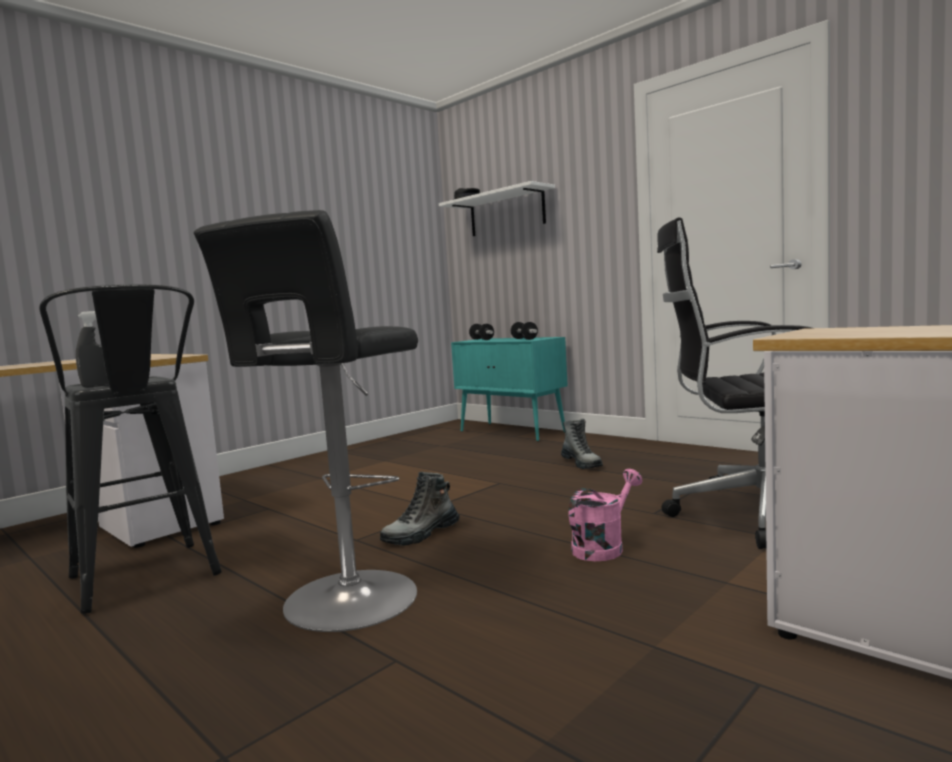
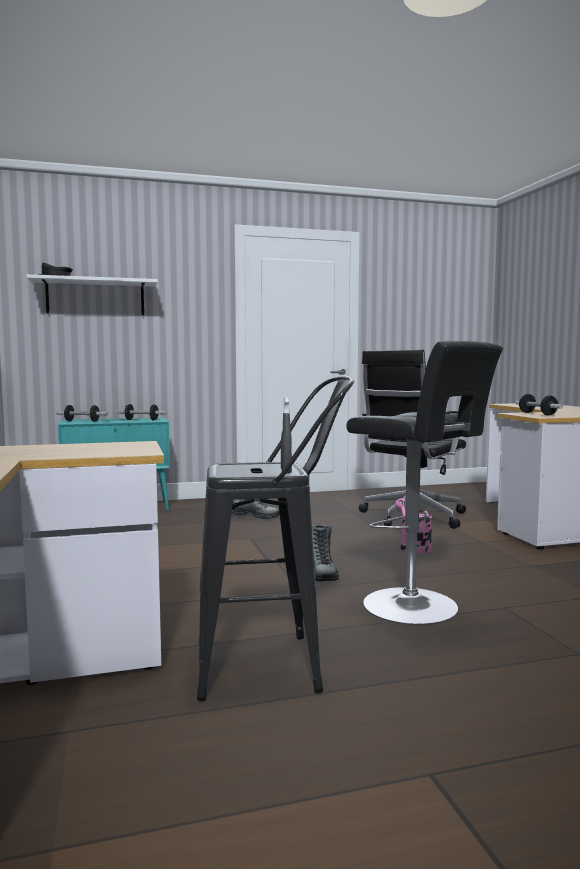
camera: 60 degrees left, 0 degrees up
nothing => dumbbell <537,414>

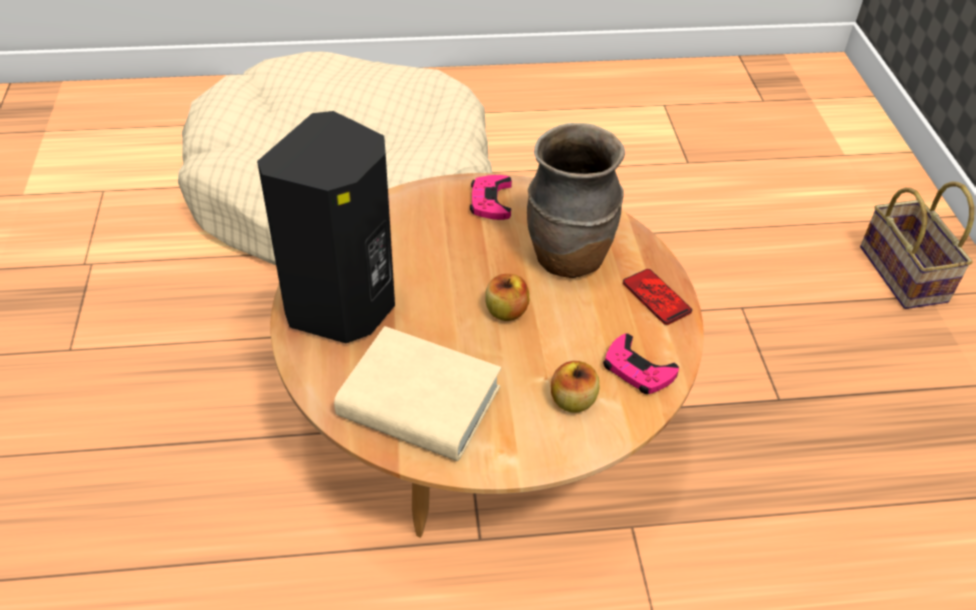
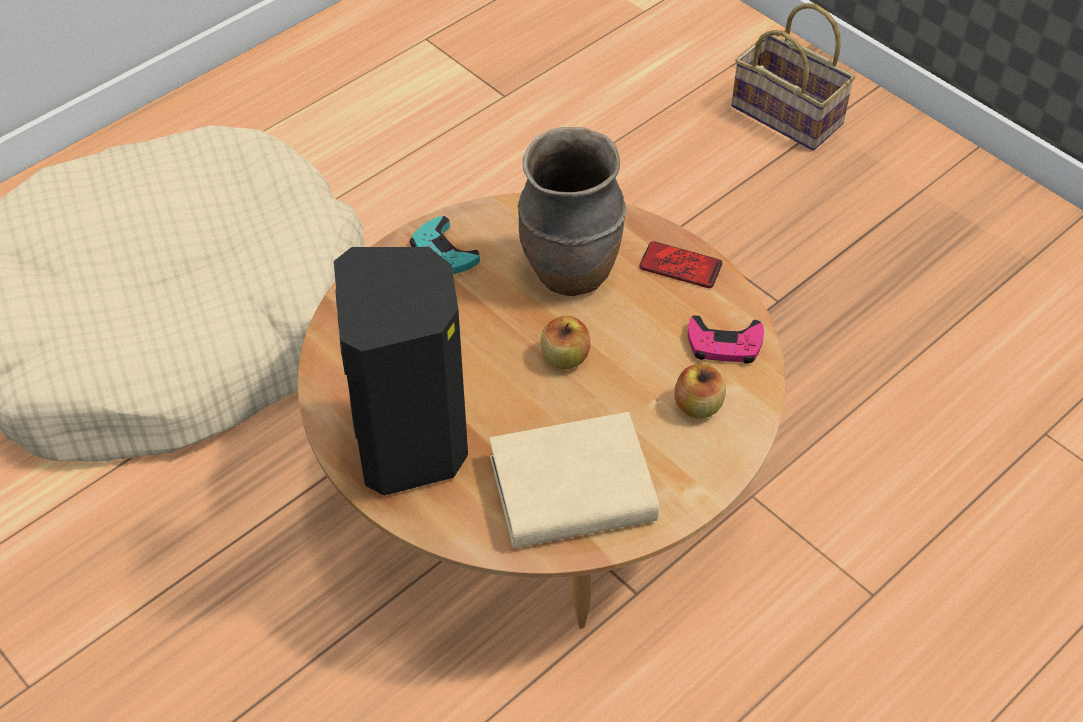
camera: 35 degrees left, 5 degrees up
game controller/pink <490,201> => game controller/turquoise <443,252>

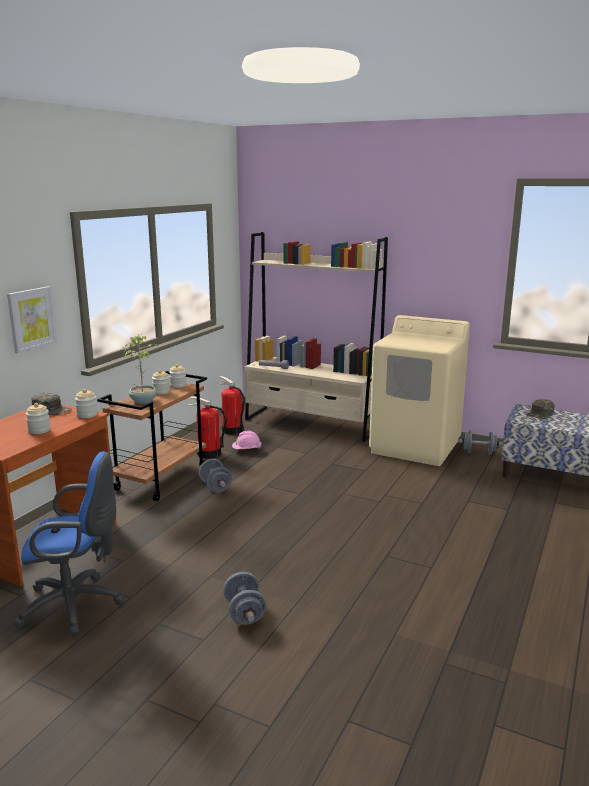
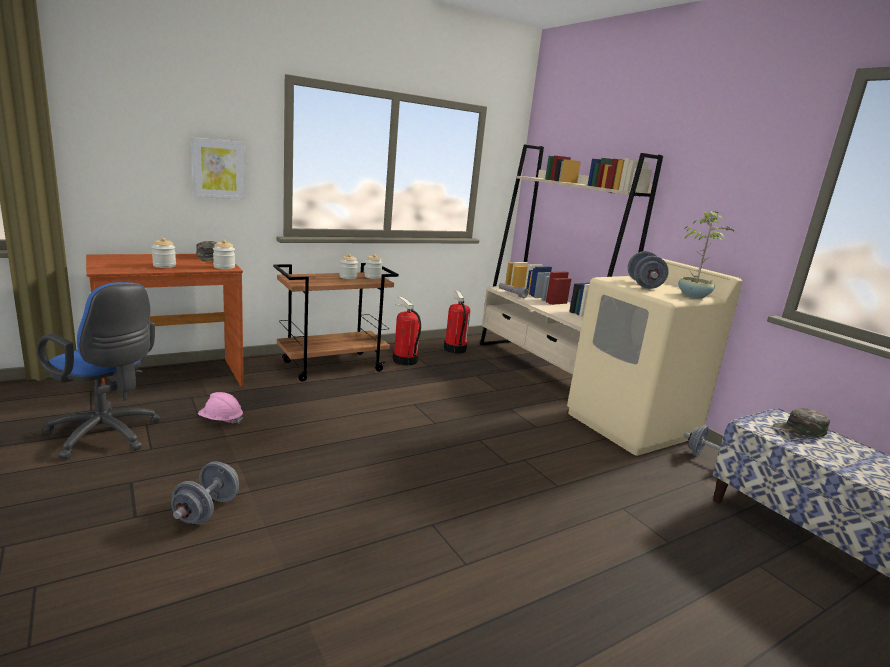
camera: 30 degrees right, 0 degrees up
potted plant <143,400> => potted plant <693,295>, moved
dumbbell/grey <215,487> => dumbbell/grey <644,285>, moved
hard hat/pink <246,450> => hard hat/pink <221,420>, moved

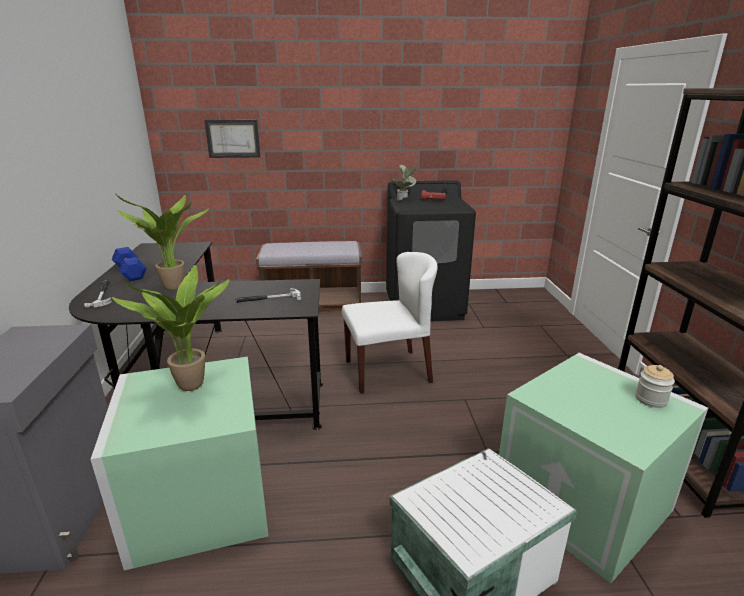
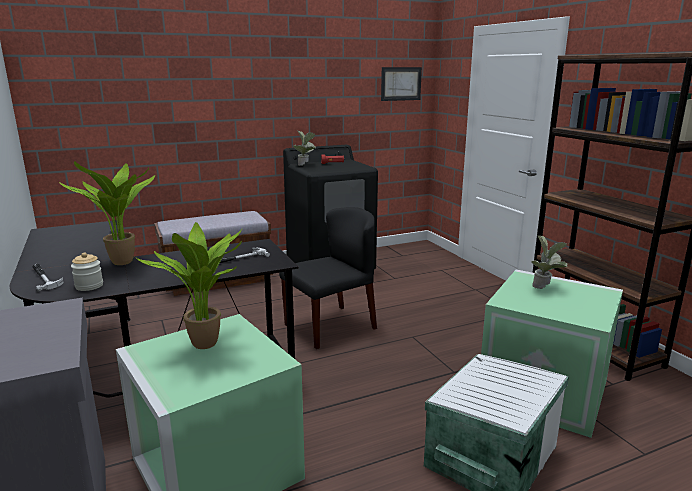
camera: 20 degrees left, 5 degrees down
dumbbell/blue <130,272> => nothing
picture <233,138> => picture <401,83>, moved
chair/white <388,371> => chair/black <331,326>
jar <651,399> => jar <89,286>, moved
nothing => potted plant <545,287>

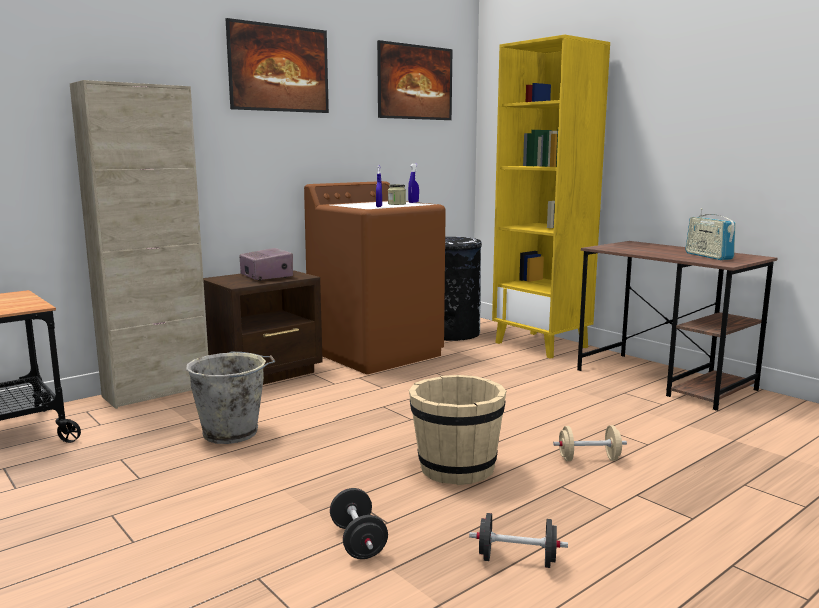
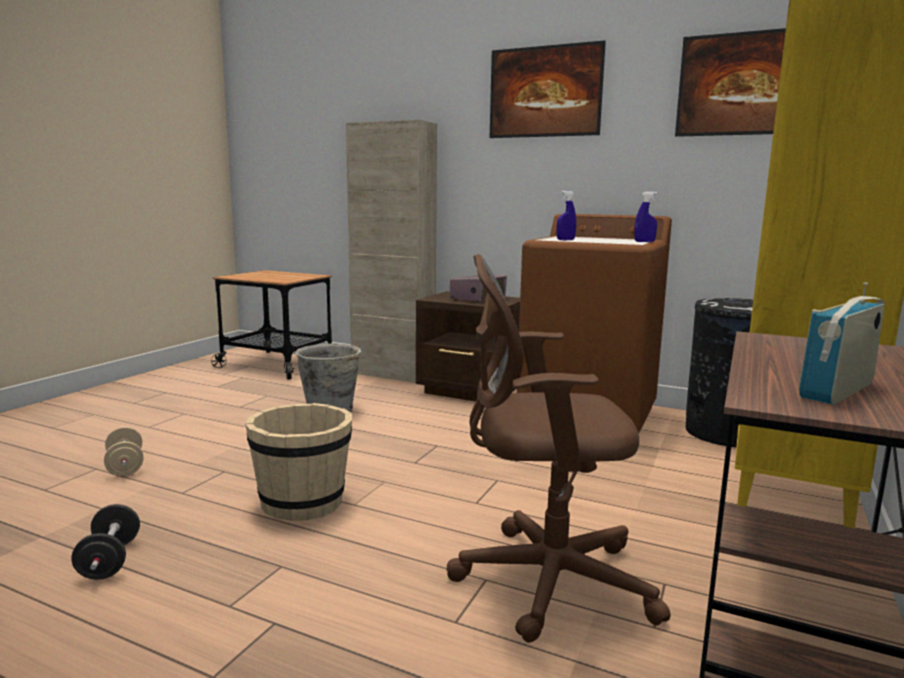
camera: 65 degrees right, 0 degrees up
dumbbell/black <358,542> => nothing
jar <396,204> => nothing
dumbbell/beige <589,459> => dumbbell/beige <125,466>, moved
nothing => office chair/brown <543,580>

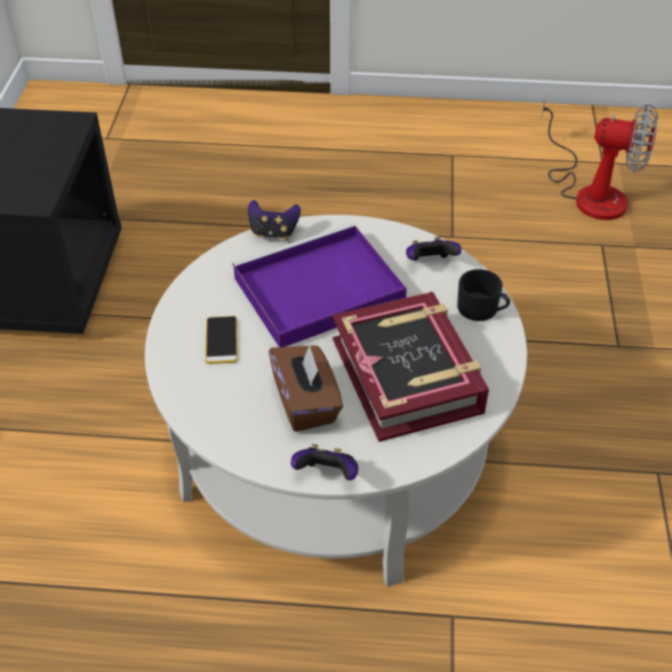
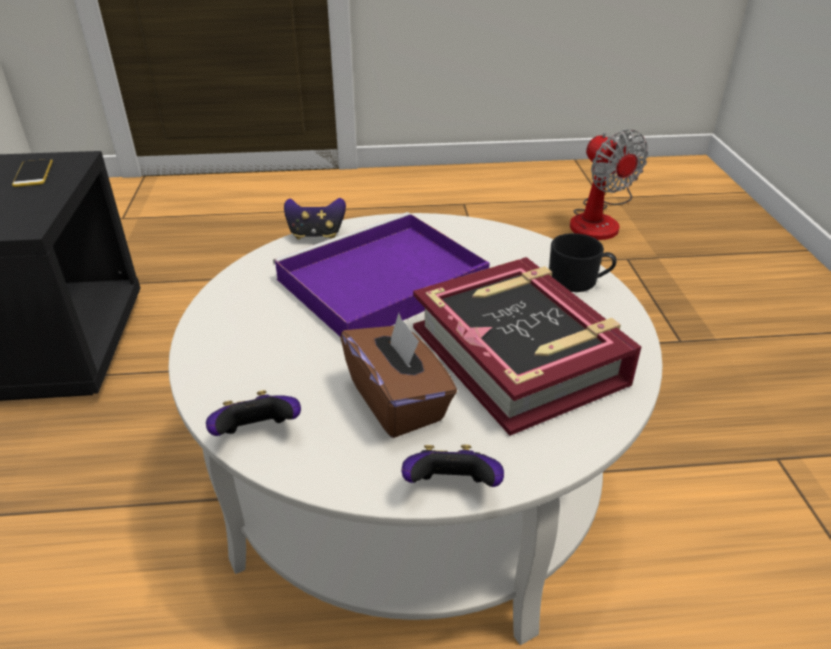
camera: 10 degrees left, 10 degrees down
phone <221,340> => phone <33,173>, moved
game controller <430,263> => game controller <257,434>, moved
fan <590,192> => fan <599,220>, 60 degrees clockwise

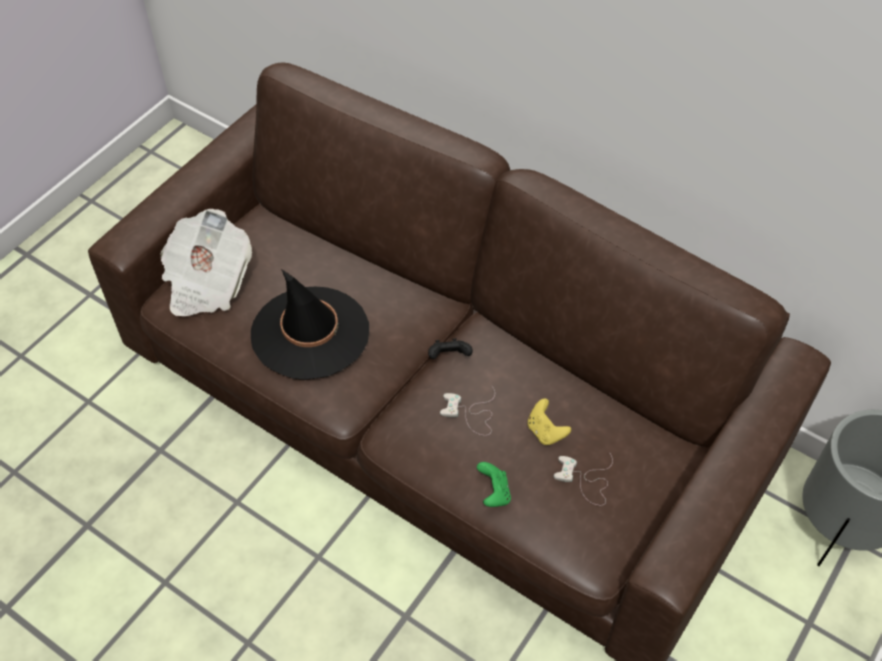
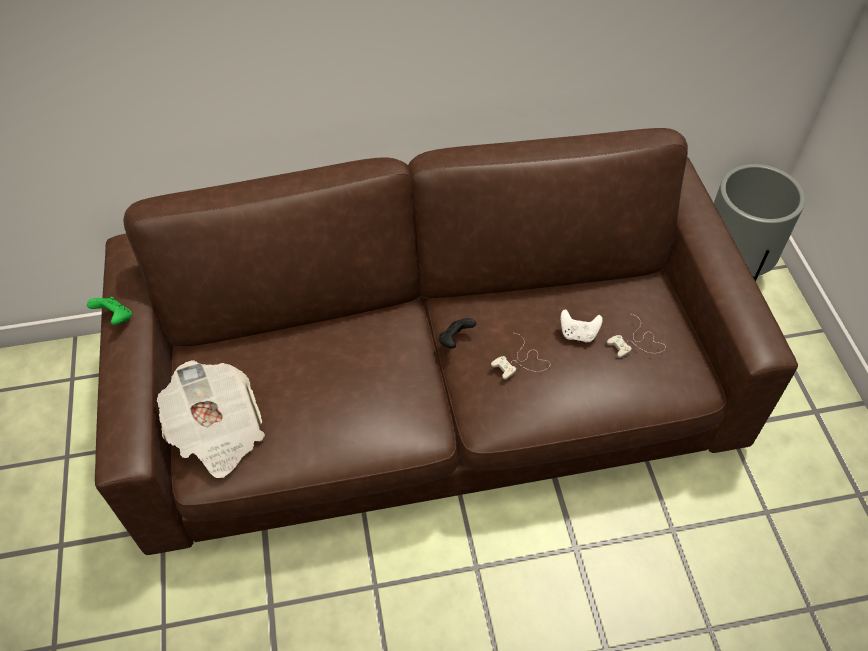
camera: 45 degrees left, 0 degrees up
hat/black <310,333> => nothing
game controller/green <494,493> => game controller/green <115,318>, moved
game controller/yellow <545,431> => game controller/white <578,334>

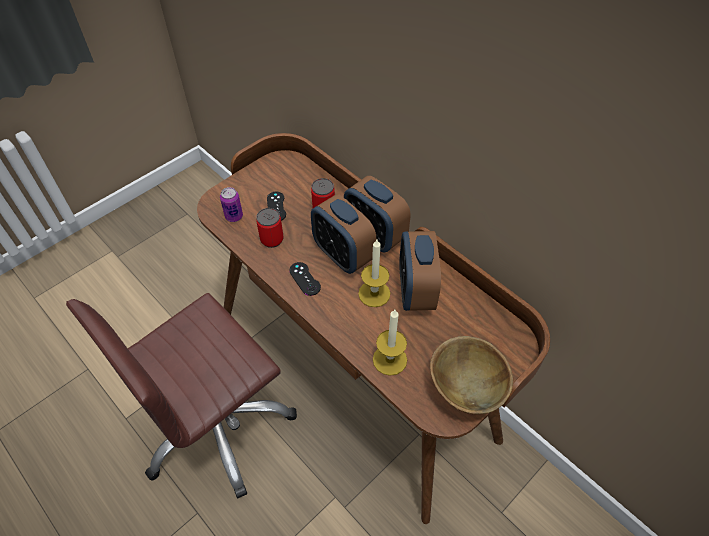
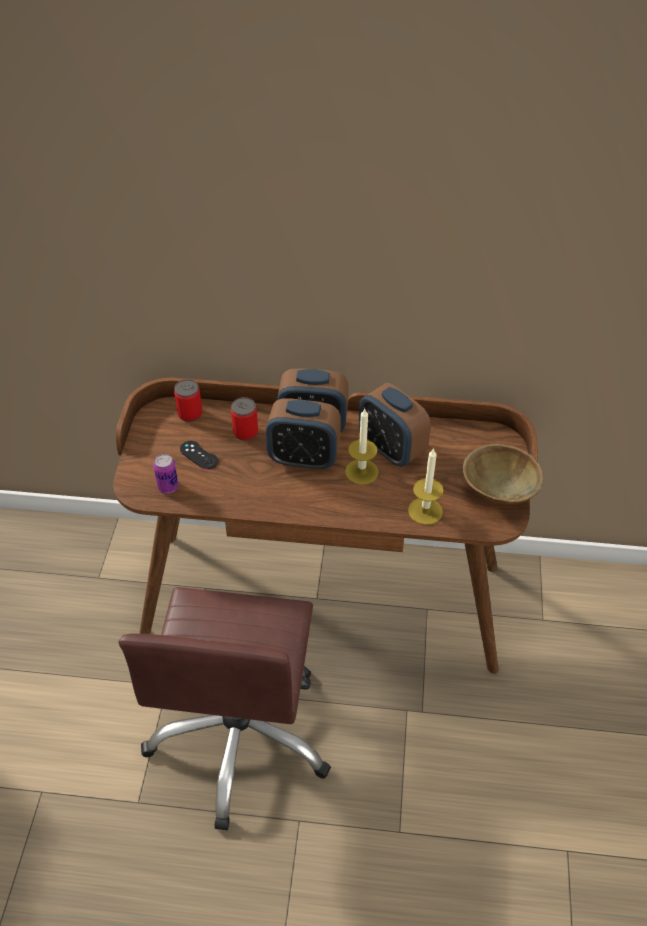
camera: 40 degrees left, 5 degrees down
can <272,239> => can <190,414>, moved
game controller/black <305,279> => nothing

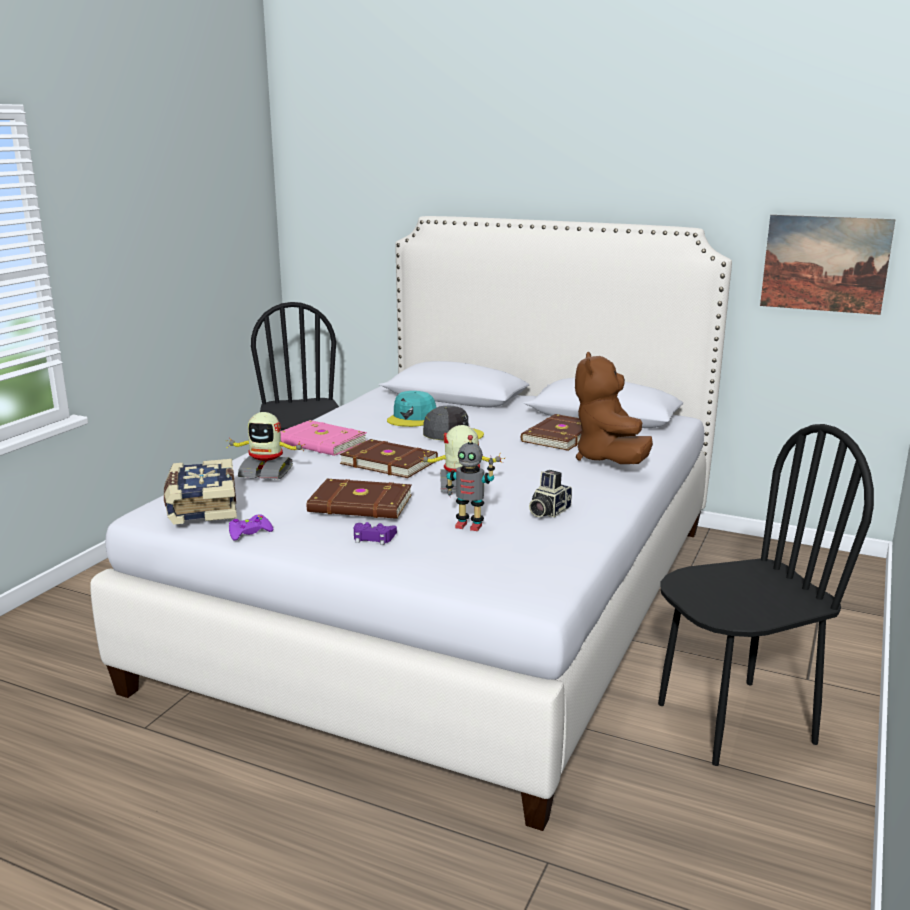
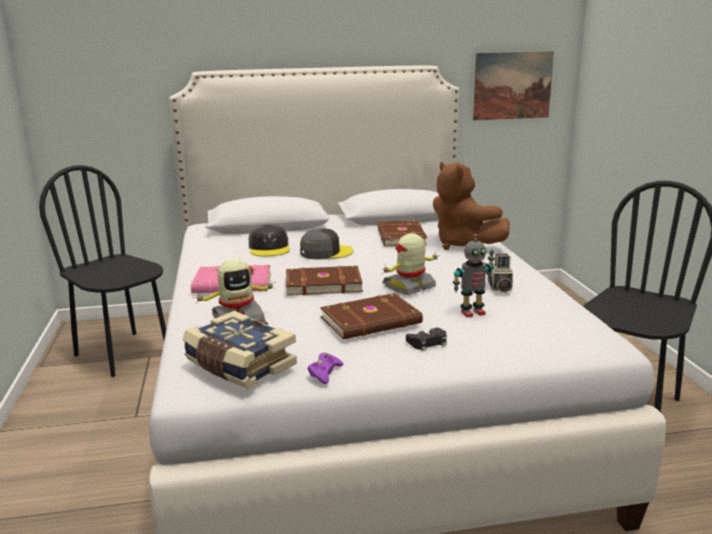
camera: 35 degrees left, 0 degrees up
game controller/purple <373,537> => game controller/black <428,343>
cap/turquoise <412,418> => cap/grey <269,248>

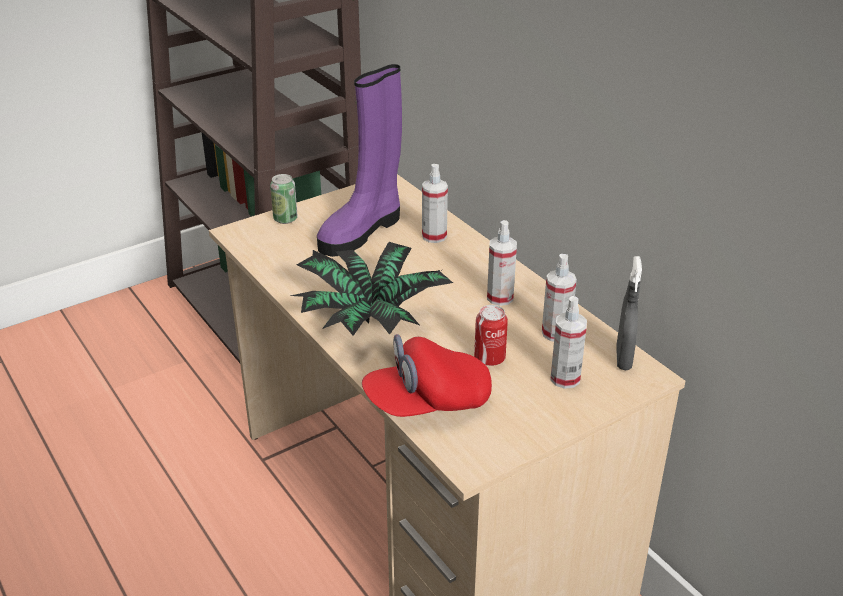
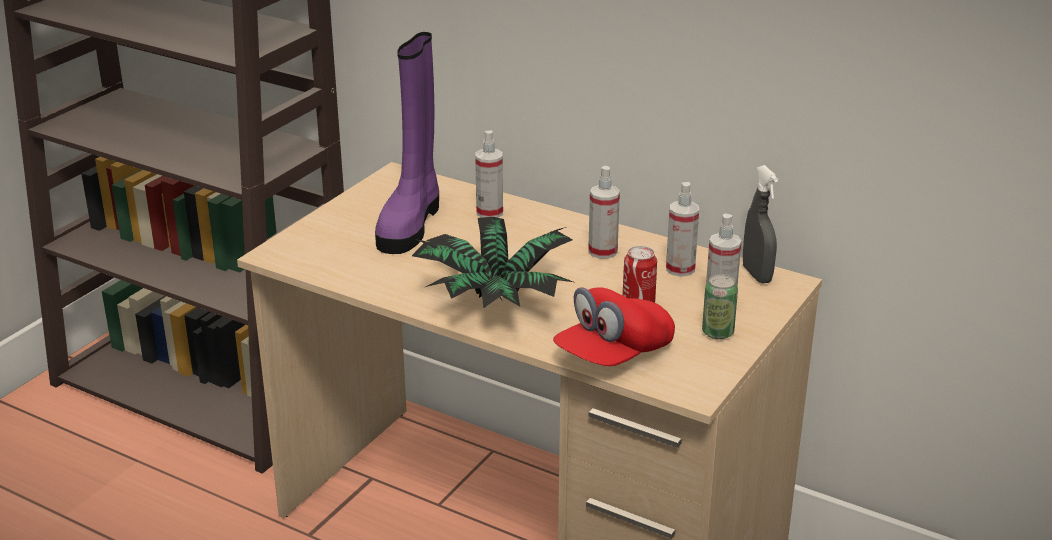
camera: 25 degrees left, 5 degrees down
can <285,219> => can <717,332>, moved

